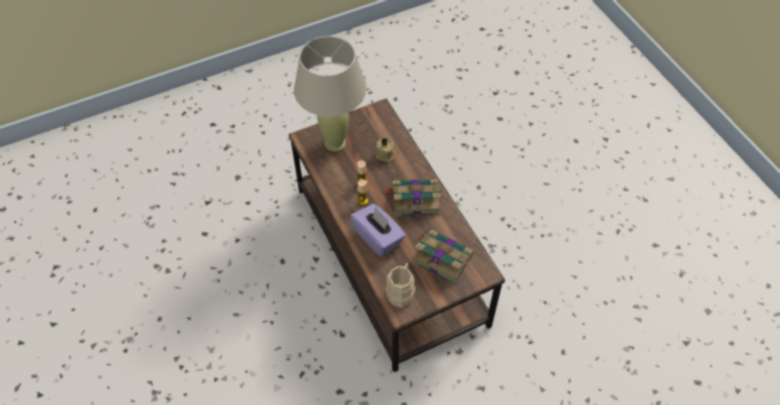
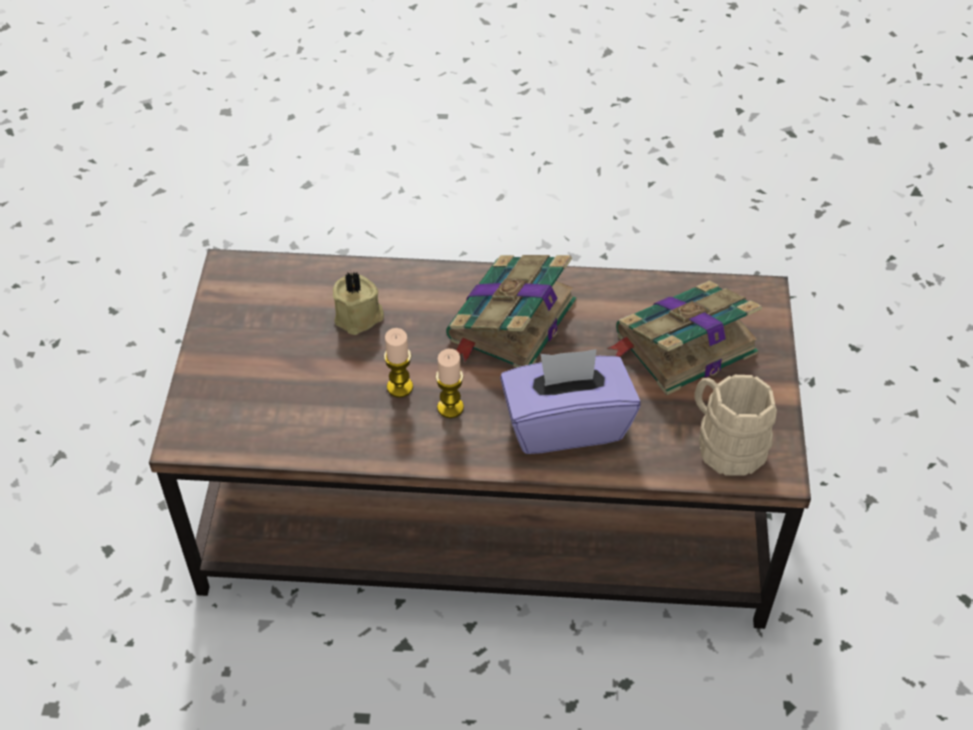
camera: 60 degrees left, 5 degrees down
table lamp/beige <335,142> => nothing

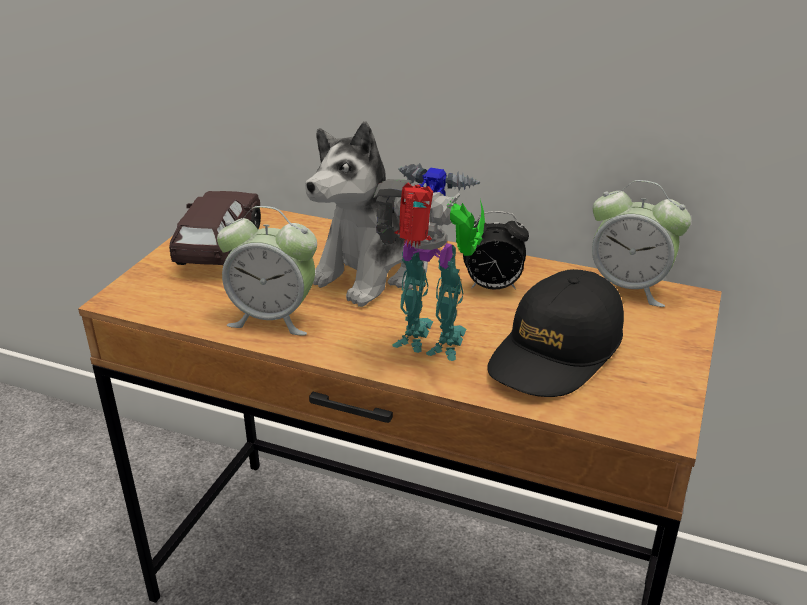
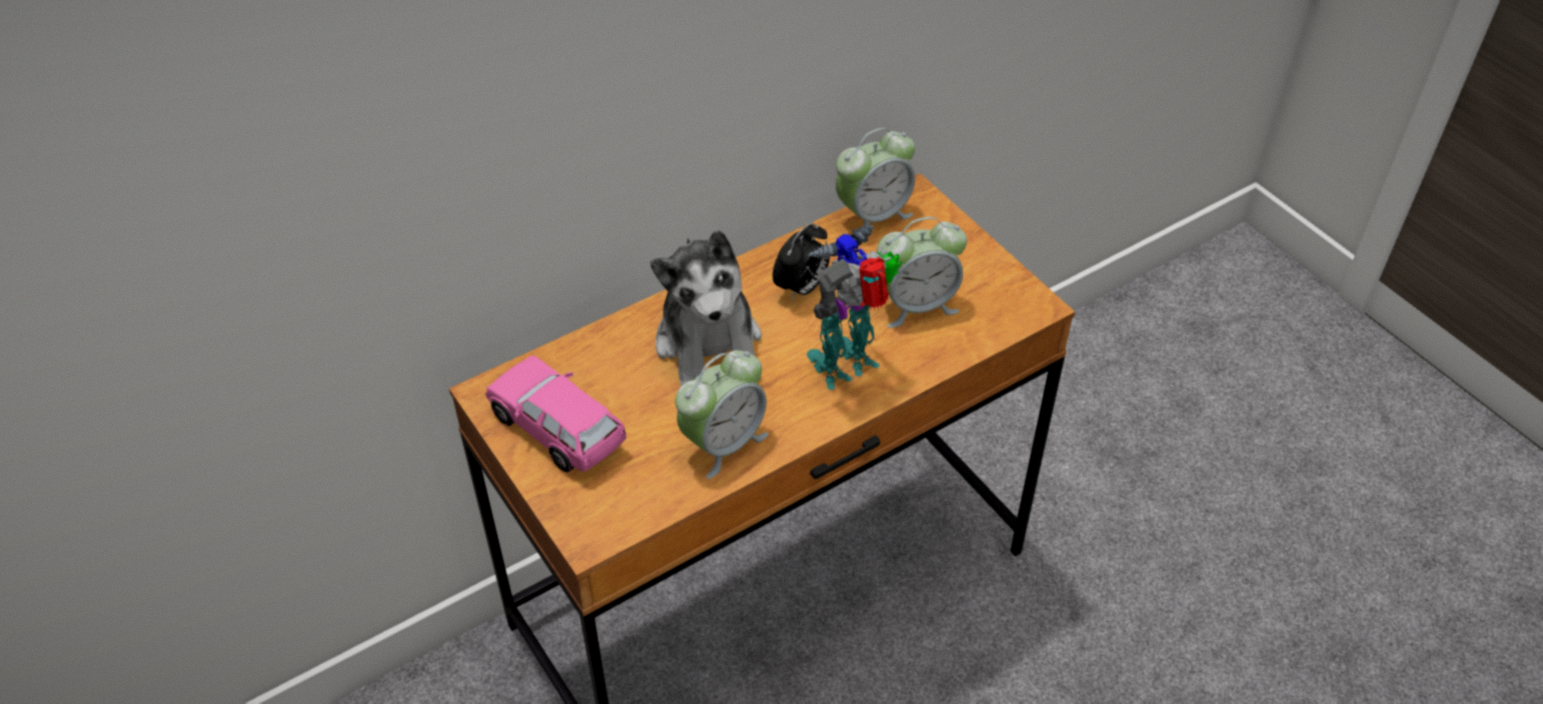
camera: 55 degrees left, 15 degrees up
toy car/brown <219,247> => toy car/pink <558,429>
cap/black <556,352> => alarm clock <916,305>

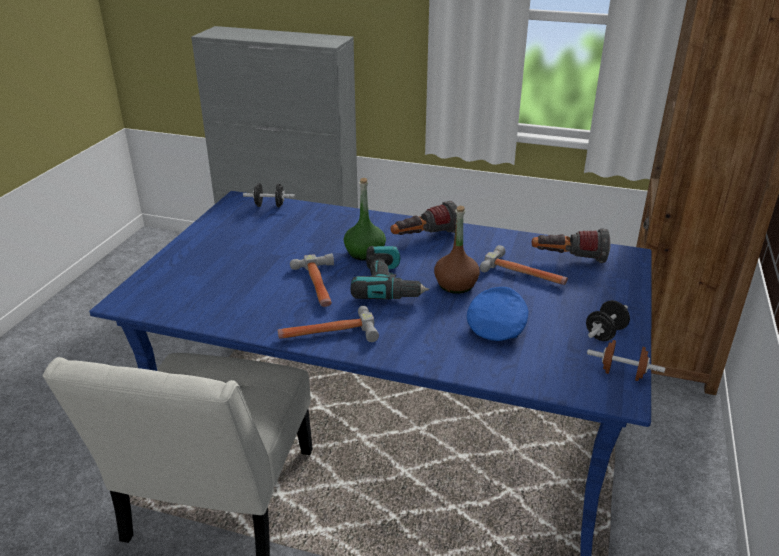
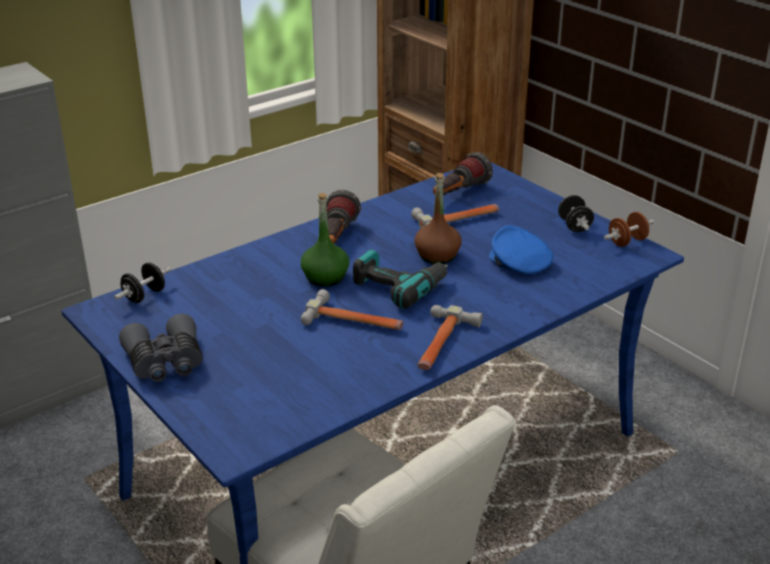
camera: 55 degrees left, 0 degrees up
nothing => binoculars/grey <165,362>

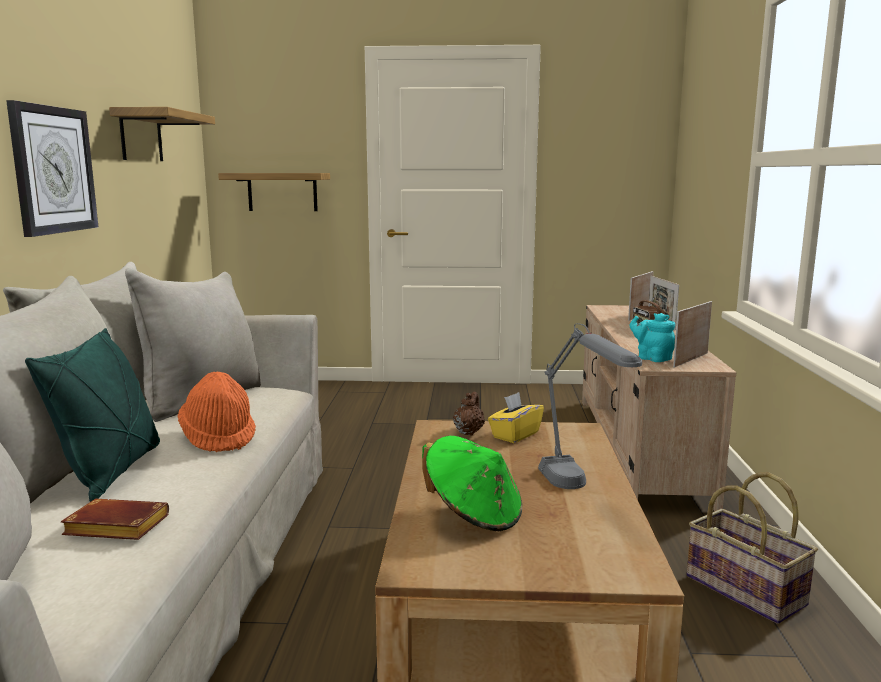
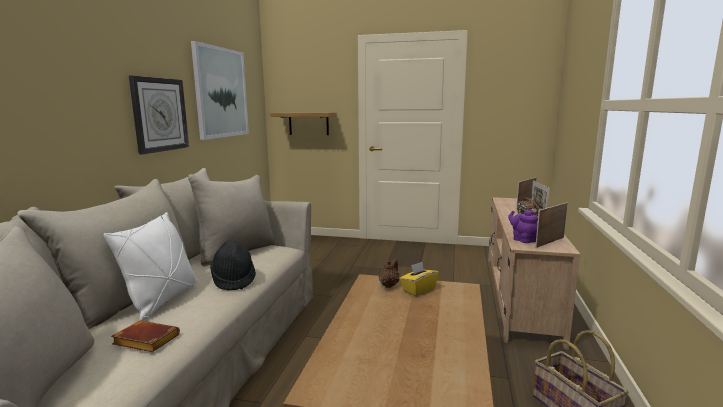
camera: 10 degrees right, 0 degrees up
pillow/green <111,472> => pillow/white <162,300>
shelf <141,136> => picture <221,93>
hat/orange <219,438> => hat/black <233,280>
hat/green <473,515> => nothing
table lamp/grey <578,493> => nothing
teapot/turquoise <652,358> => teapot/purple <522,239>

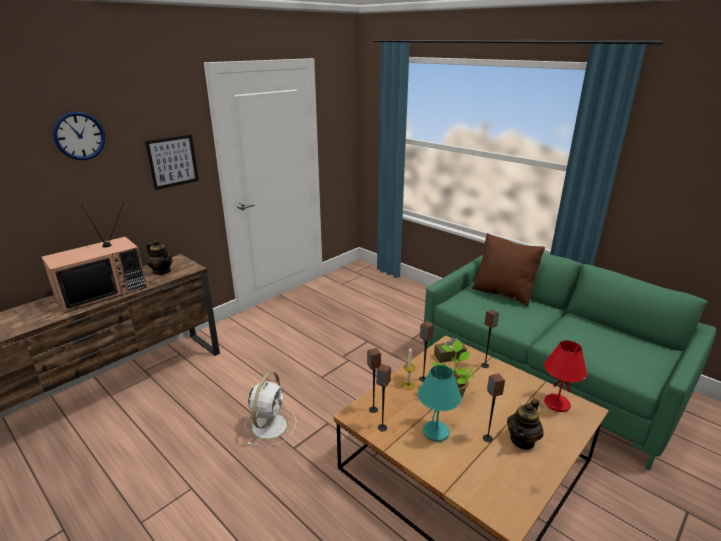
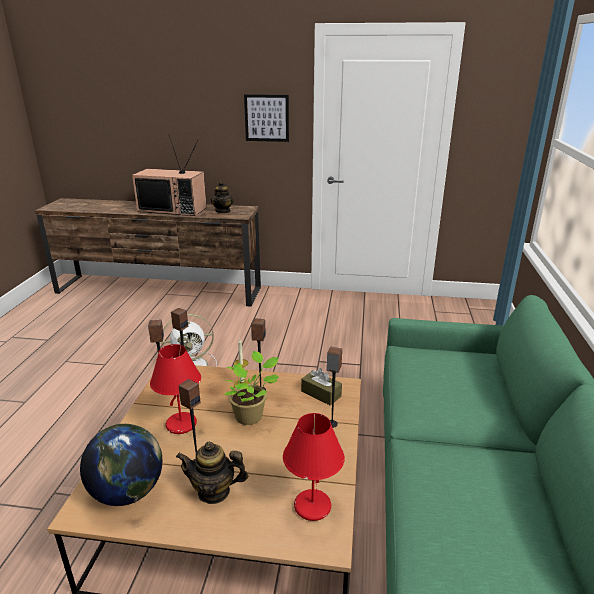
camera: 55 degrees right, 0 degrees up
wall clock <79,136> => nothing
table lamp/turquoise <436,433> => table lamp/red <180,425>
pillow/brown <503,293> => nothing
nothing => globe <128,492>

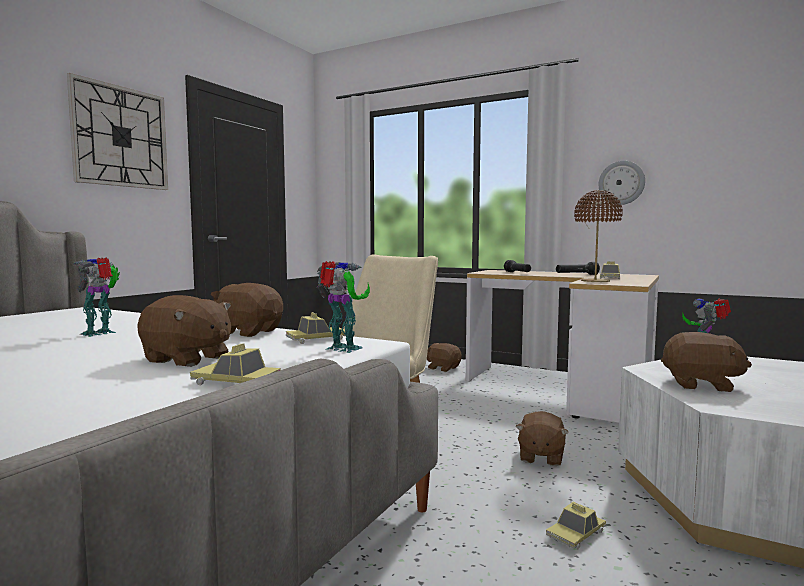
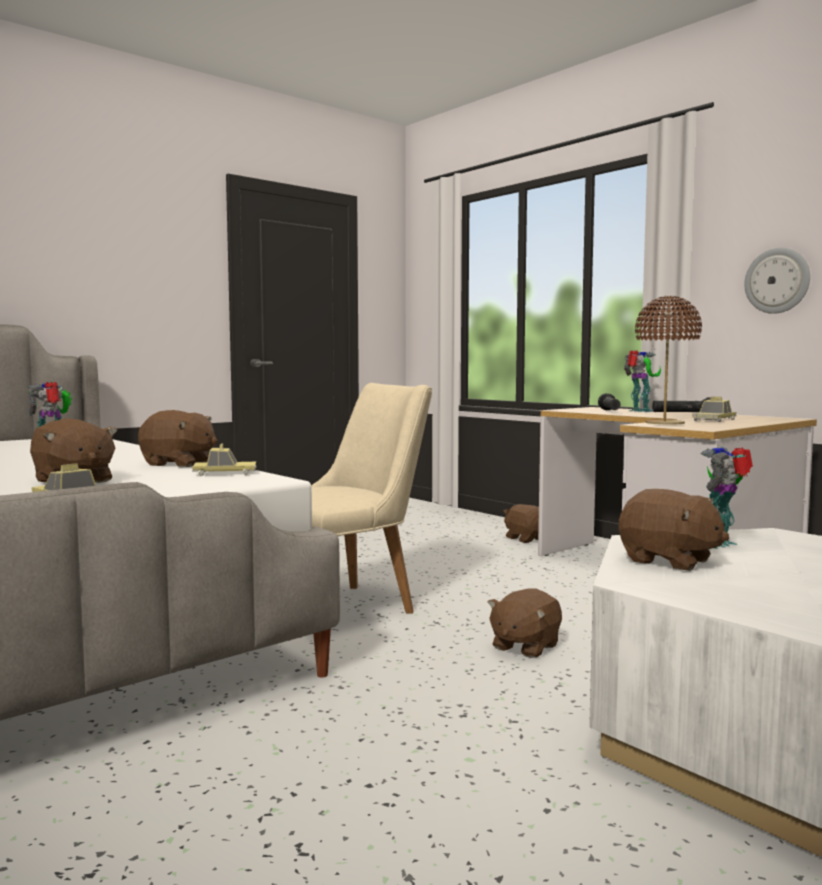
camera: 20 degrees right, 0 degrees up
wall clock <120,137> => nothing
plush toy/brown <248,332> => plush toy/brown <178,464>, 150 degrees clockwise
toy robot <343,349> => toy robot <640,411>, moved
toy car <576,534> => nothing

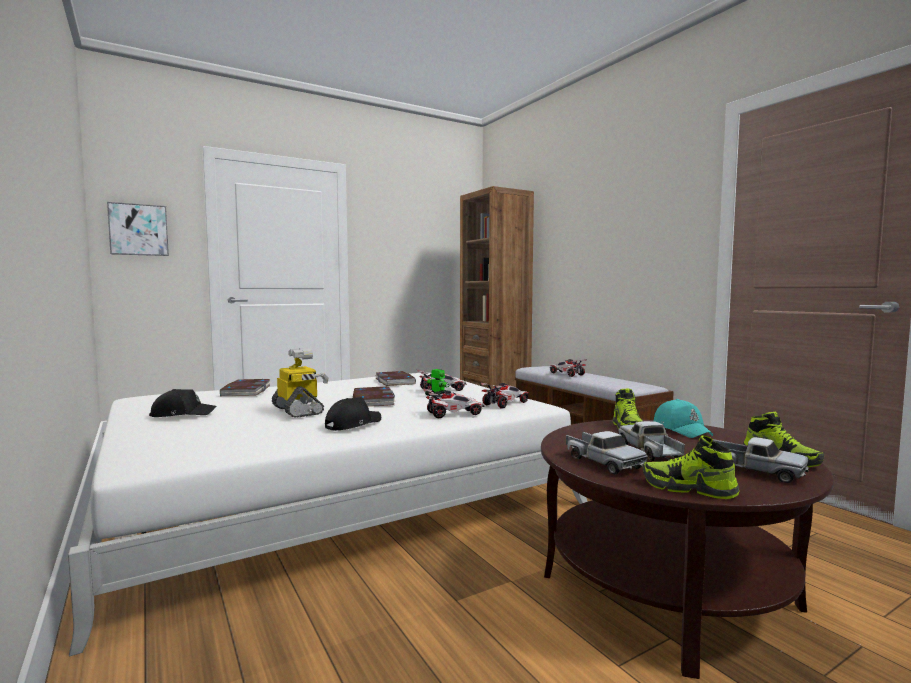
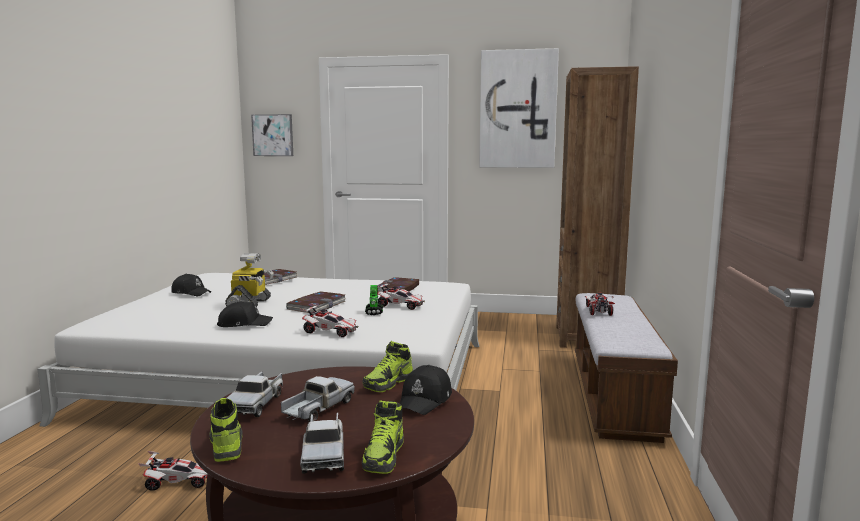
camera: 40 degrees right, 5 degrees up
toy car <505,404> => toy car <179,482>, moved
cap/turquoise <682,429> => cap/black <426,400>
nothing => picture <518,109>

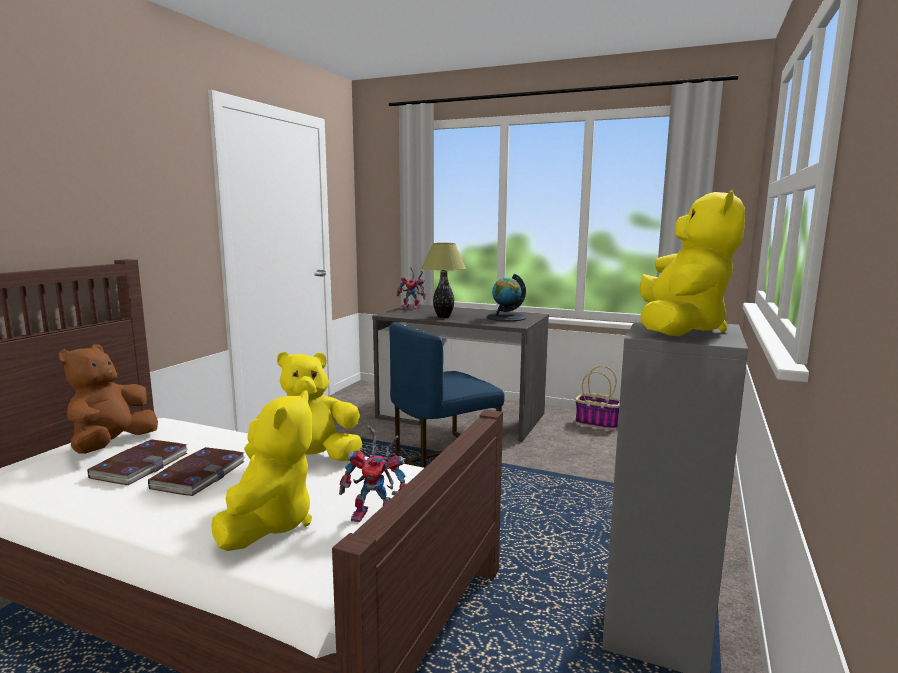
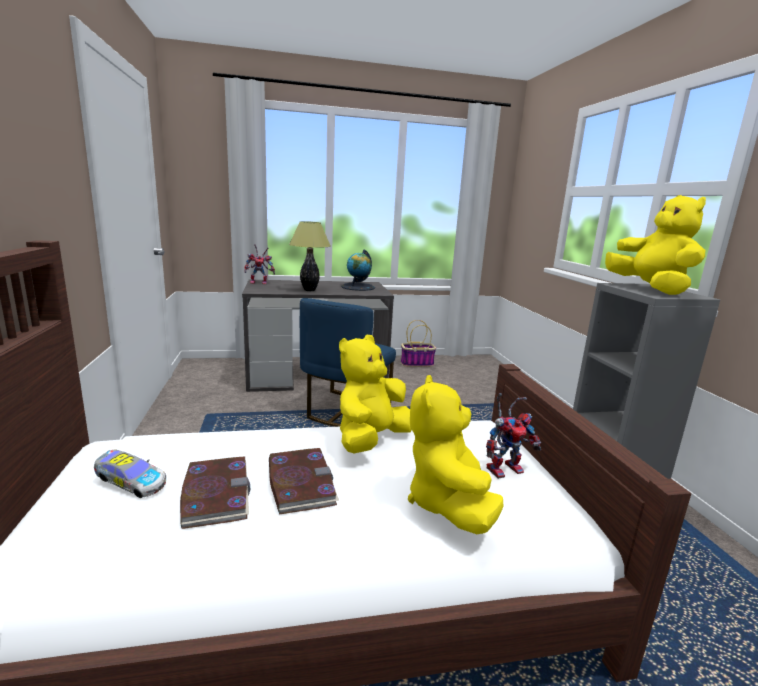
camera: 35 degrees left, 5 degrees up
plush toy/brown <112,445> => toy car <130,484>
plush toy/yellow <269,523> => plush toy/yellow <448,503>, 150 degrees counterclockwise

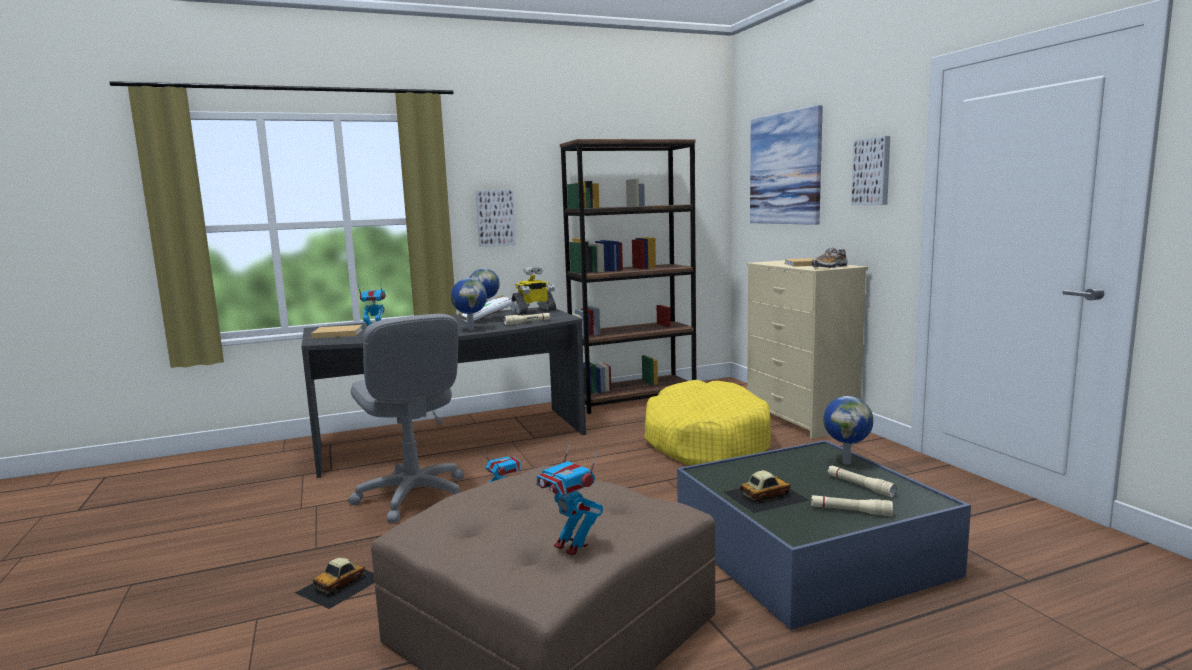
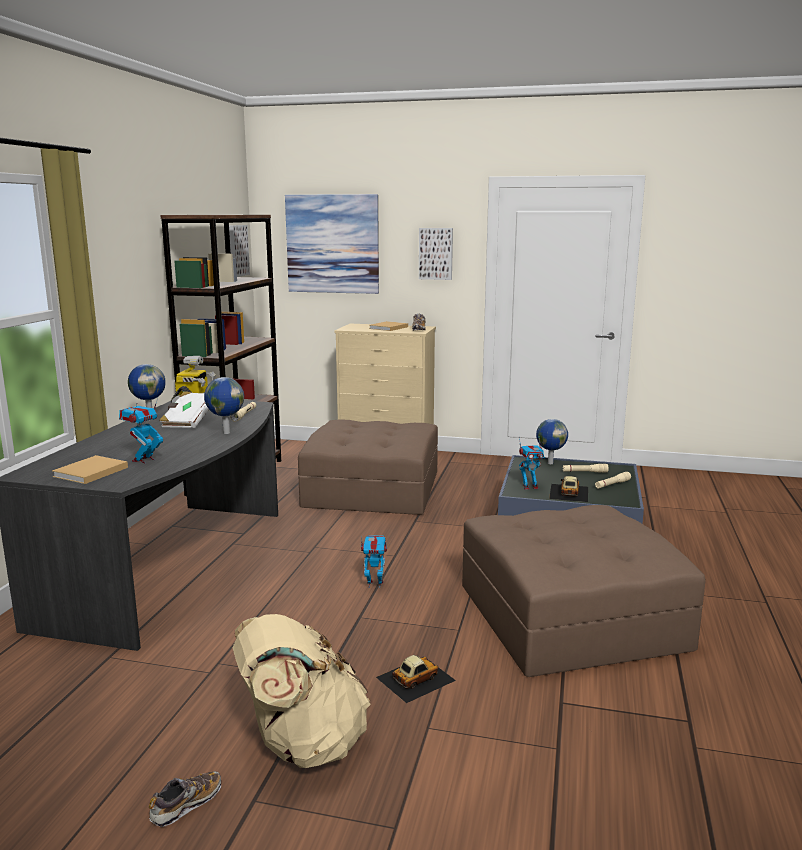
camera: 55 degrees left, 5 degrees up
toy car <340,584> => toy car <415,678>, 105 degrees counterclockwise
office chair/grey <413,496> => nothing
picture <495,218> => picture <237,250>, moved
toy robot <571,546> => toy robot <530,487>, moved
dog bed/yellow <706,442> => ottoman/brown <373,489>
nothing => shoe <186,805>
nothing => backpack/beige <302,744>

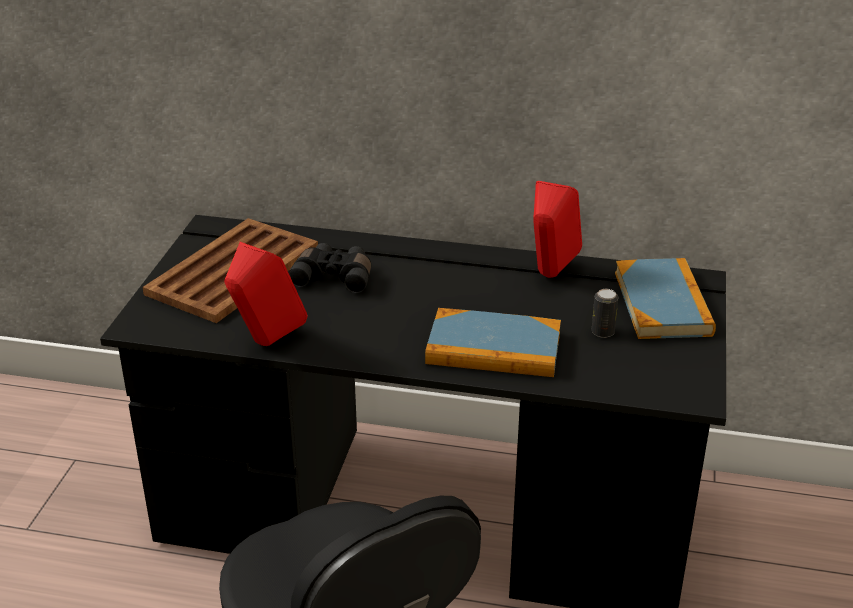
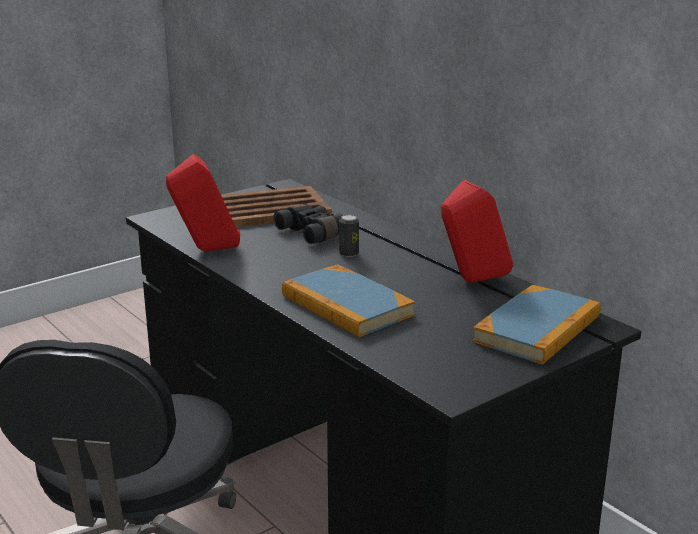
camera: 40 degrees right, 10 degrees down
can <602,332> => can <349,254>, moved

